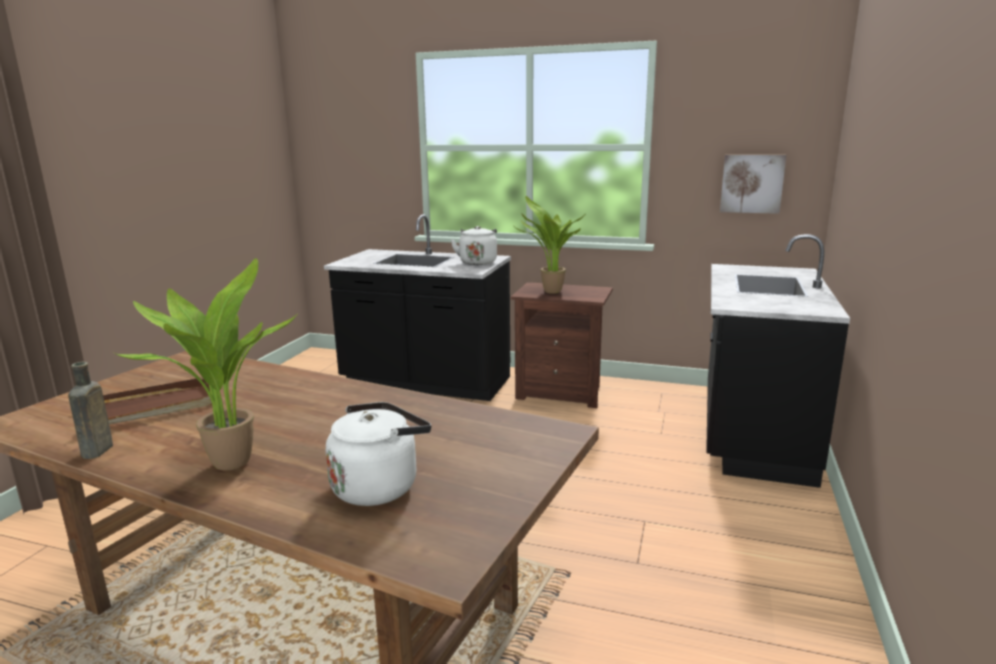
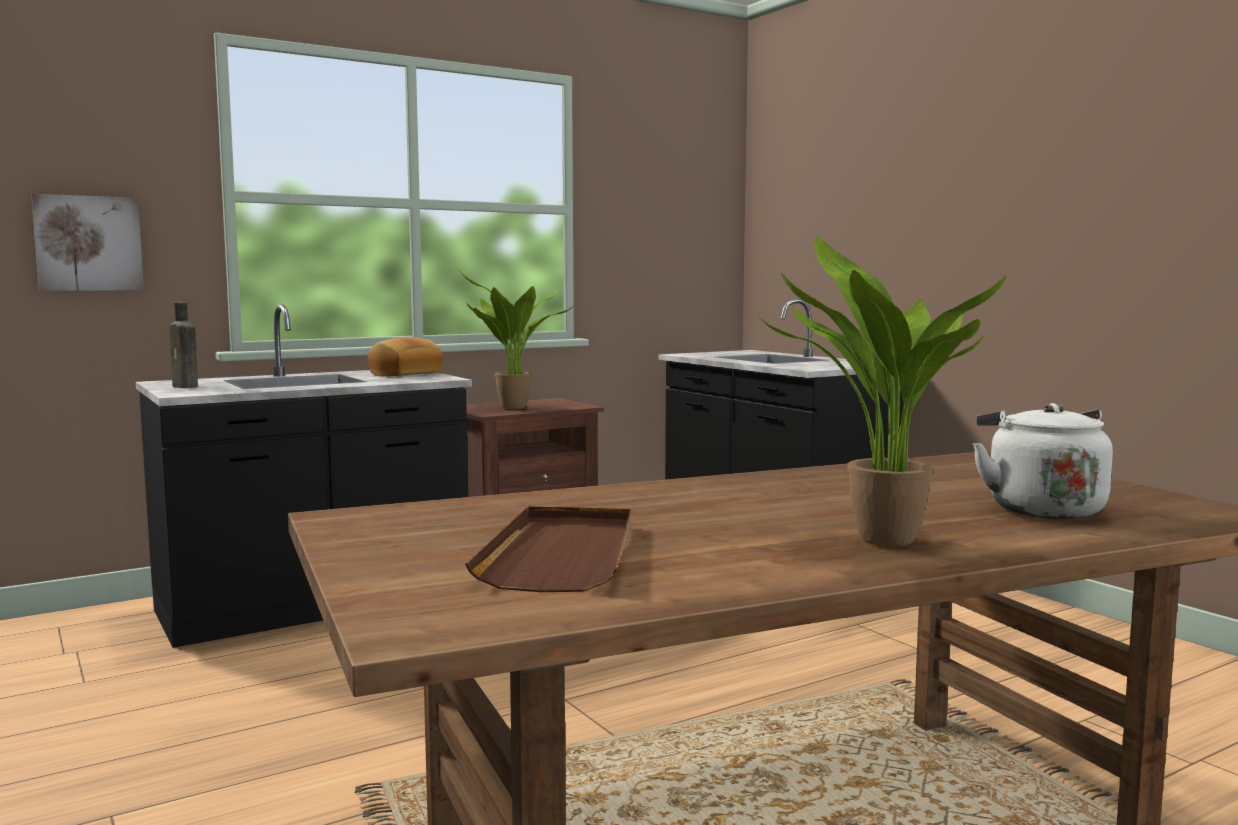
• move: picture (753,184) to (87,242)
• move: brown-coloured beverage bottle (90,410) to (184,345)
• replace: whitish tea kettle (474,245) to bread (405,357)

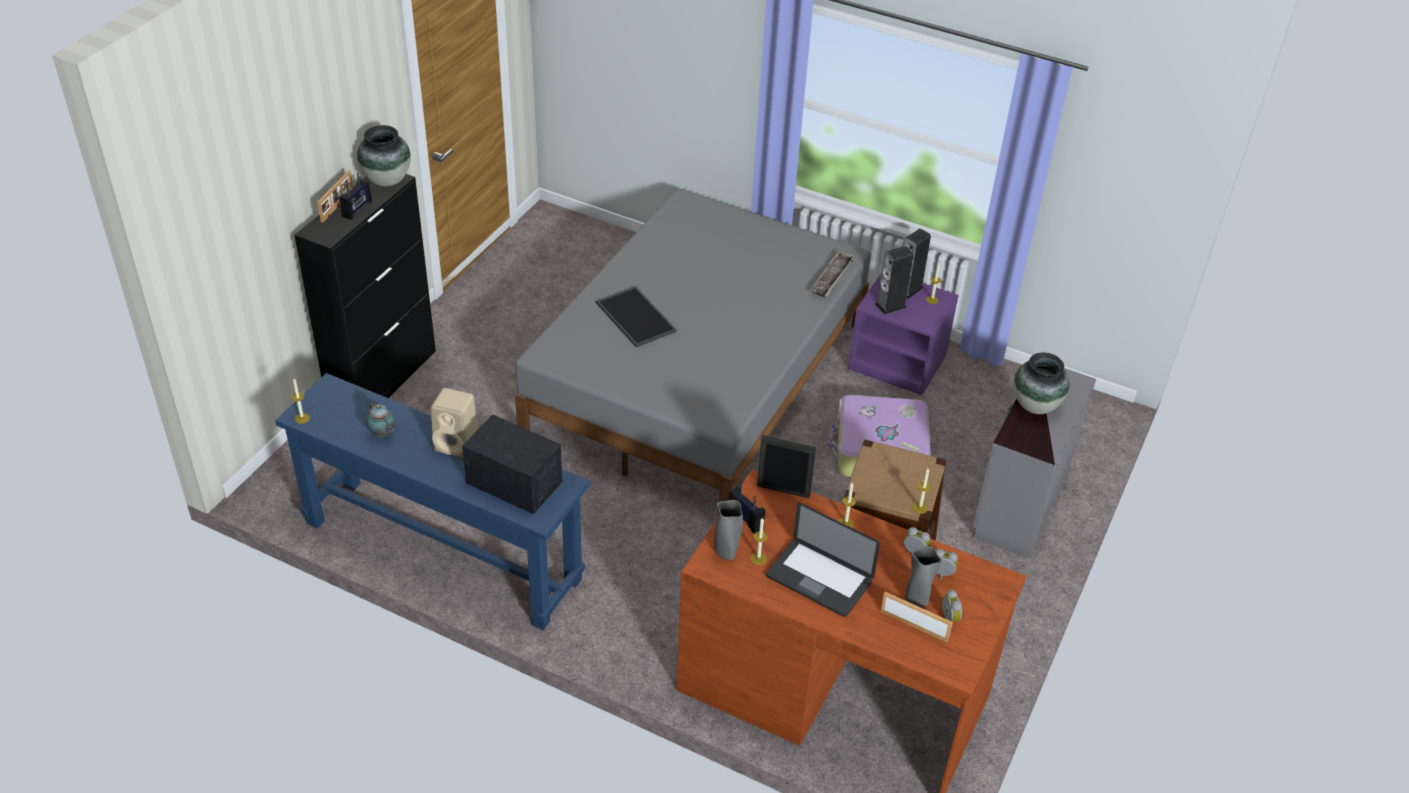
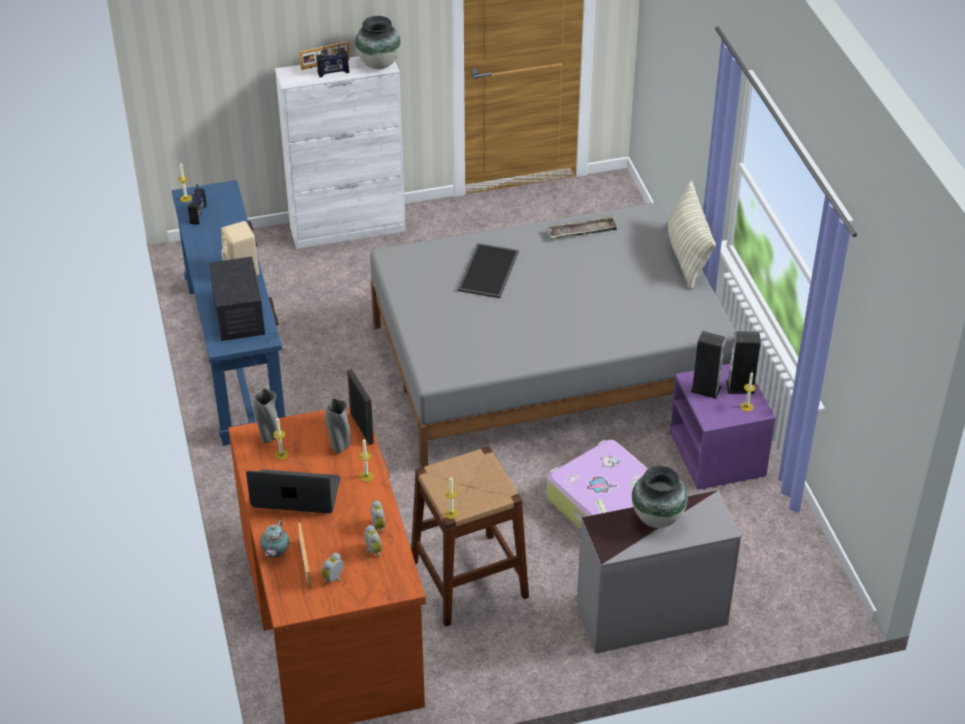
• move: radio (747,509) to (197,204)
• rotate: laptop (823,560) = (293,491) 105 degrees clockwise
• move: pot for tea (380,419) to (274,538)
• recolor: black storage cabinet (365,286) to whitish storage cabinet (340,152)
• move: greyish vase (923,576) to (338,425)
• move: carrying tray (833,273) to (582,227)
• insert: throw pillow (691,235)

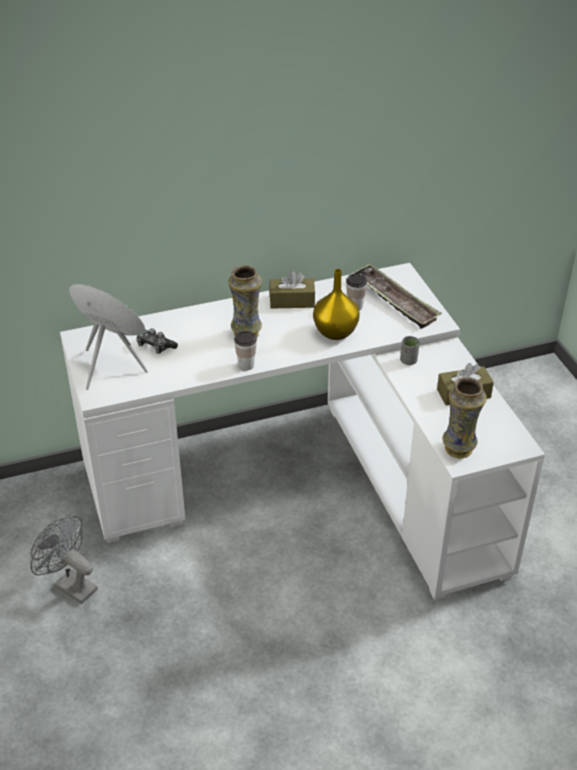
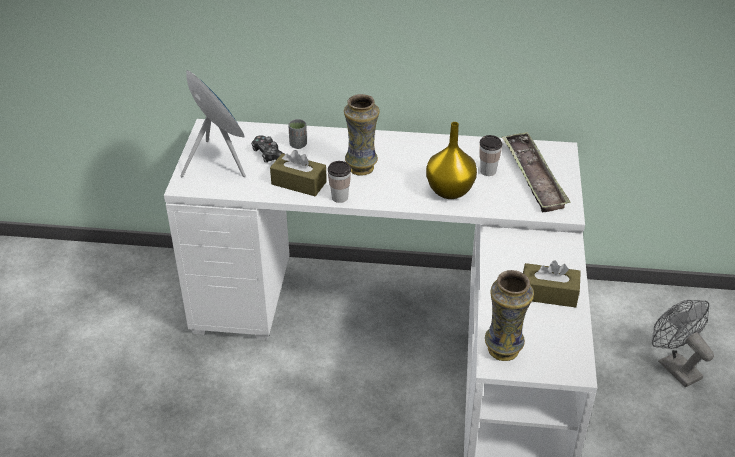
• move: brown-coloured tissue holder (292,289) to (298,173)
• move: greyish drinking cup (410,350) to (297,134)
• move: greyish fan (64,560) to (683,343)

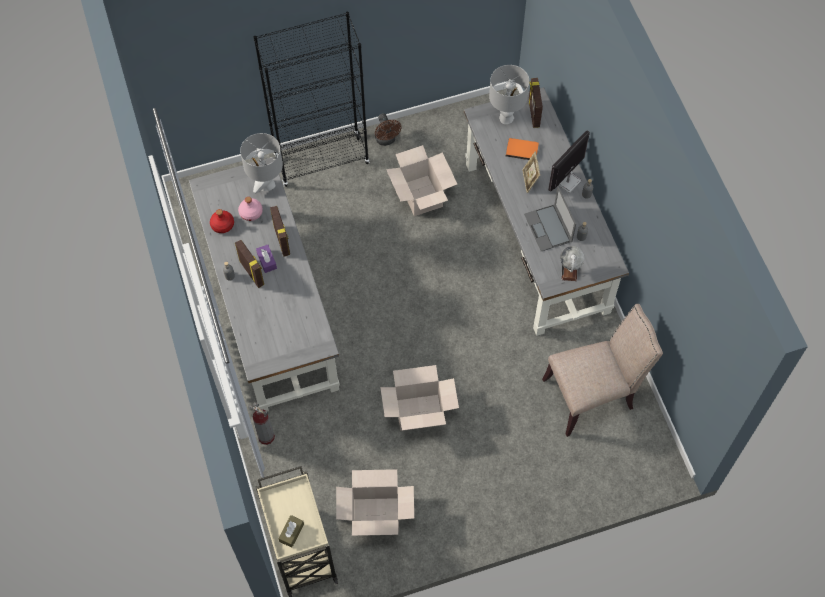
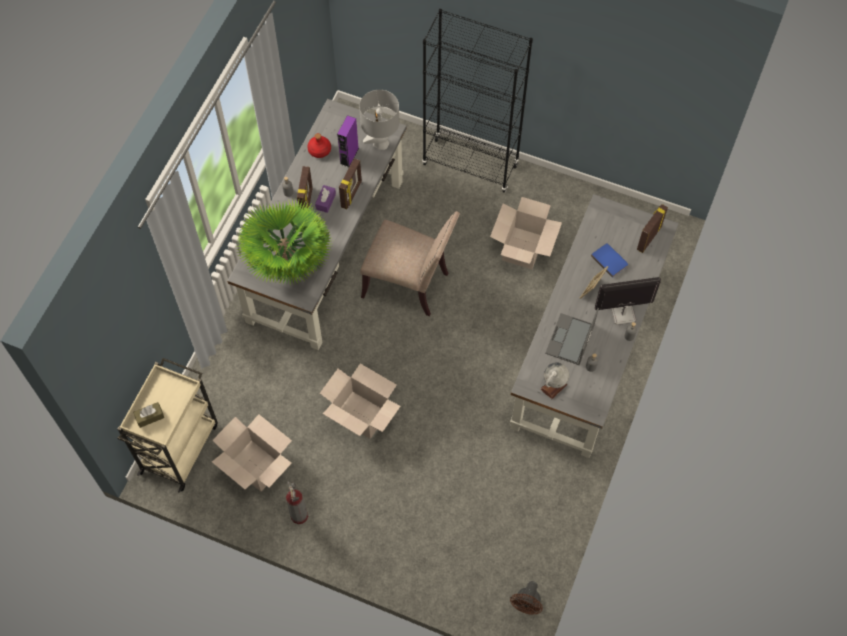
• insert: plant in a pot (283,242)
• move: fire extinguisher (262,423) to (297,502)
• replace: pink-coloured beverage bottle (250,209) to purplish loudspeaker (348,141)
• move: beige-coloured upright chair (602,370) to (410,263)
• move: brown-coloured fan (388,129) to (526,597)
• recolor: orangey bound book (522,149) to blue-coloured bound book (609,260)
• delete: greyish lamp for a table (509,94)

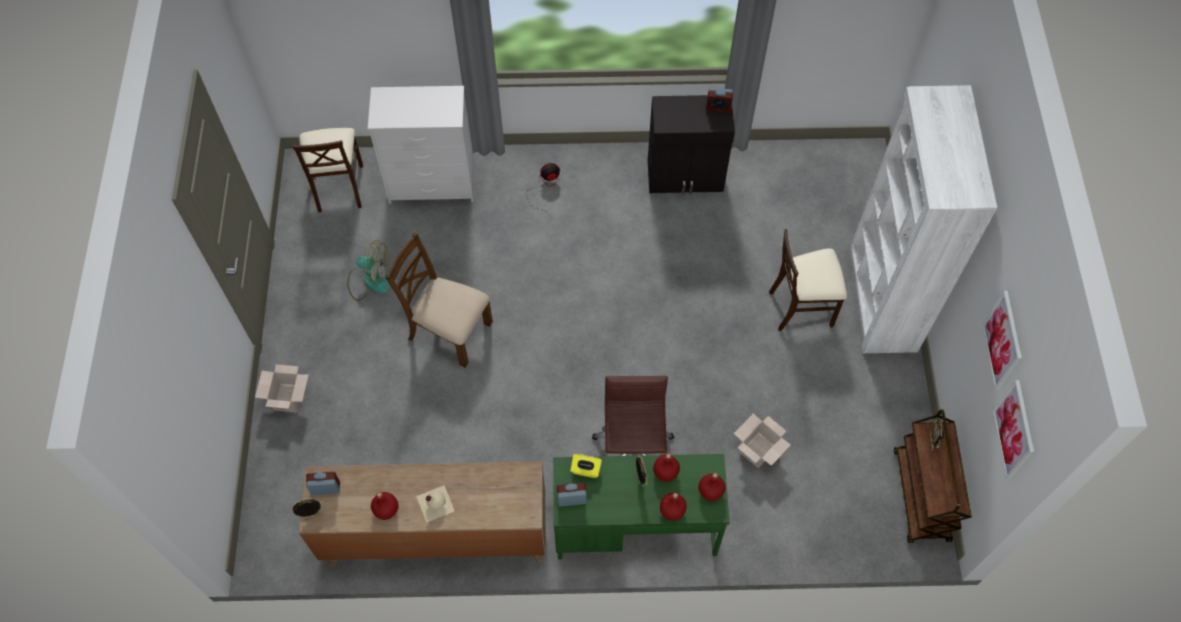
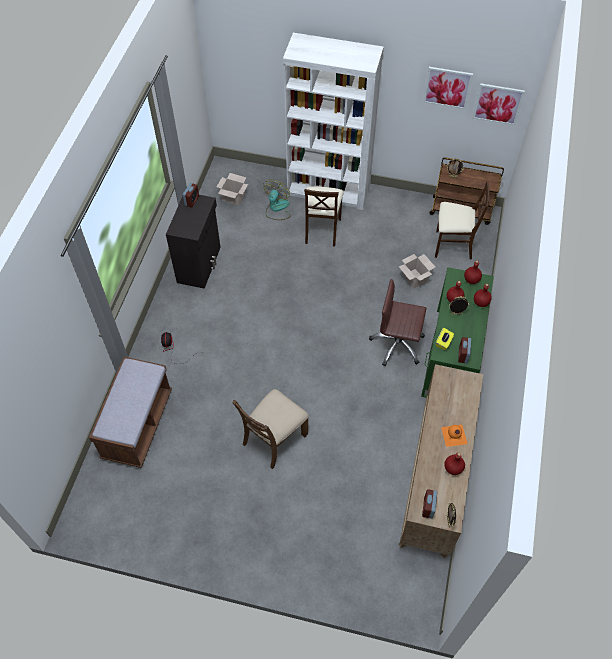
• replace: whitish chest of drawers (421,145) to brown-coloured bench (130,412)
• move: carton (282,388) to (232,189)
• move: fan (369,270) to (277,199)
• move: beige-coloured upright chair (328,170) to (462,220)
• recolor: beige-coloured beverage bottle (435,504) to orangey beverage bottle (454,436)

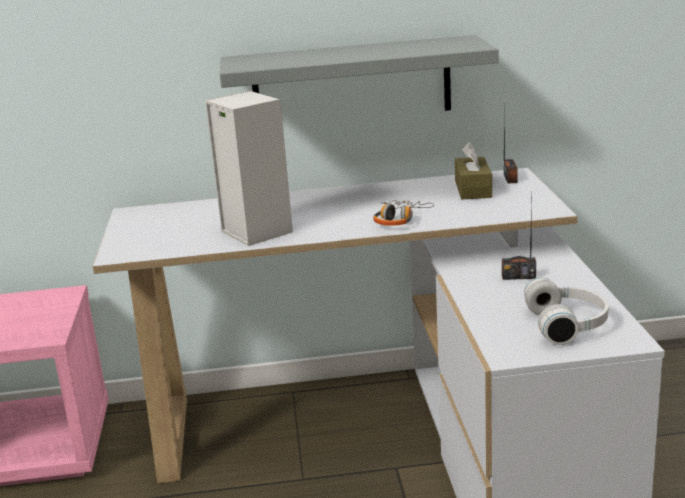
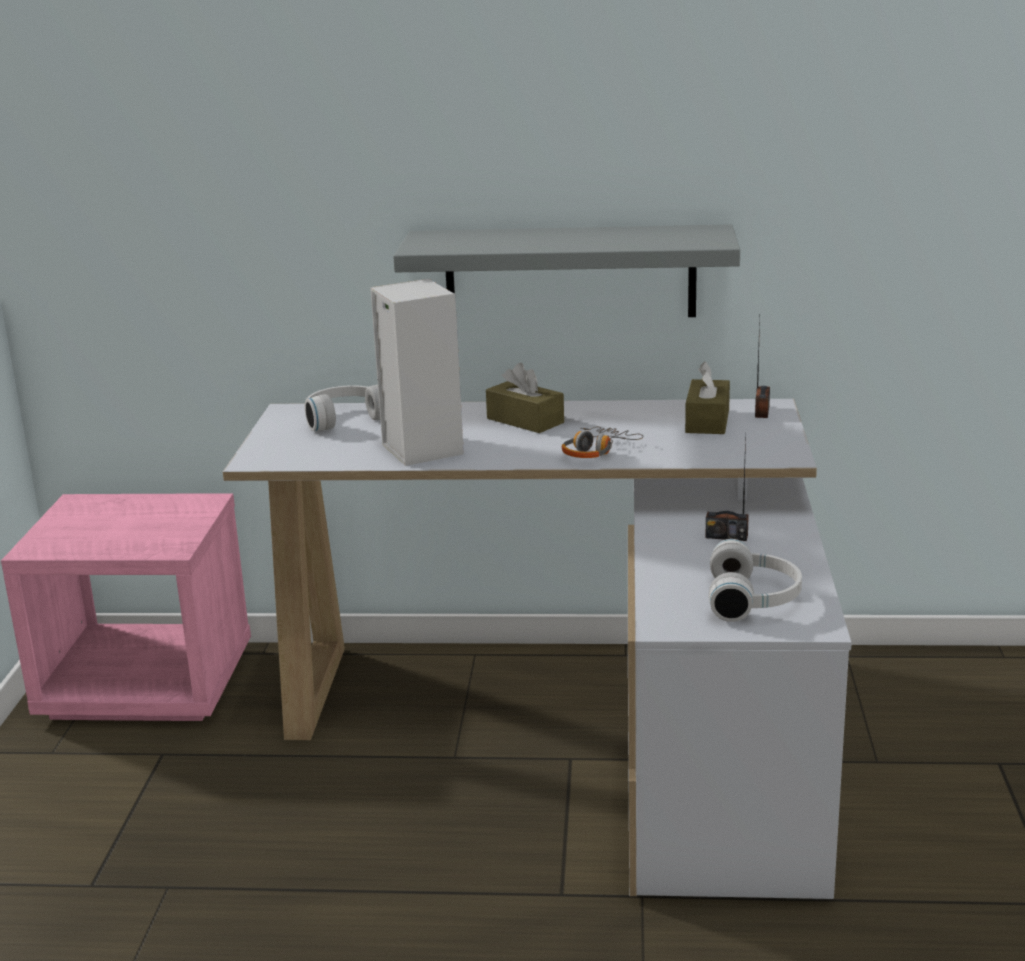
• insert: whitish headset (342,408)
• insert: brown-coloured tissue holder (525,398)

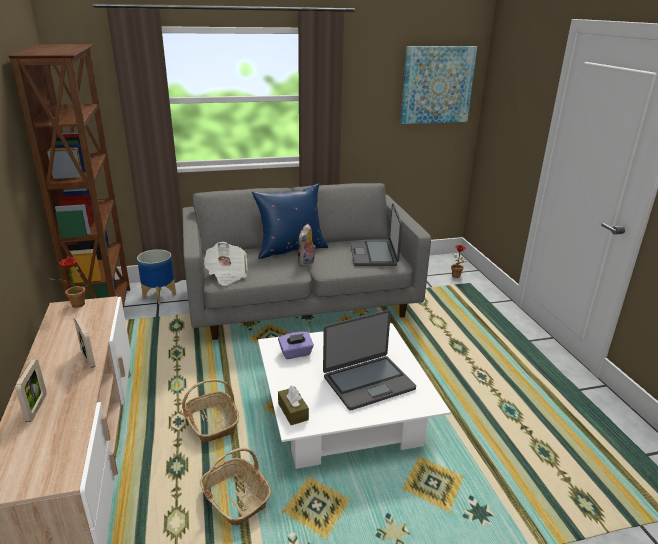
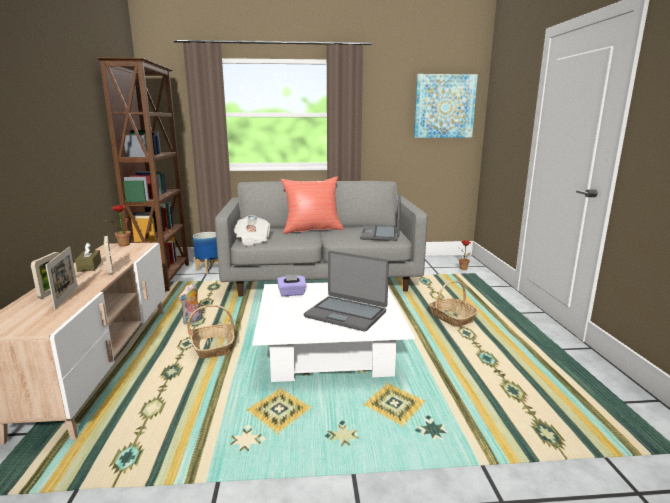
• insert: picture frame (61,278)
• move: brown-coloured tissue holder (293,405) to (88,257)
• move: cuddly toy (306,245) to (190,303)
• recolor: blue-coloured throw pillow (290,221) to reddish throw pillow (312,205)
• rotate: laptop (369,360) = (346,291) 45 degrees clockwise
• move: basket (236,487) to (453,304)

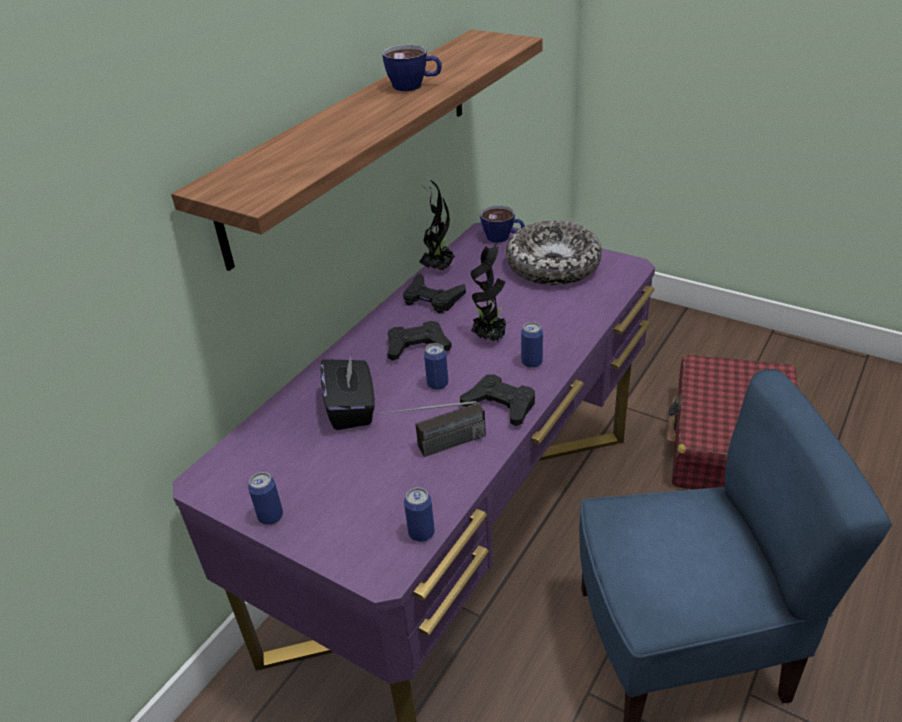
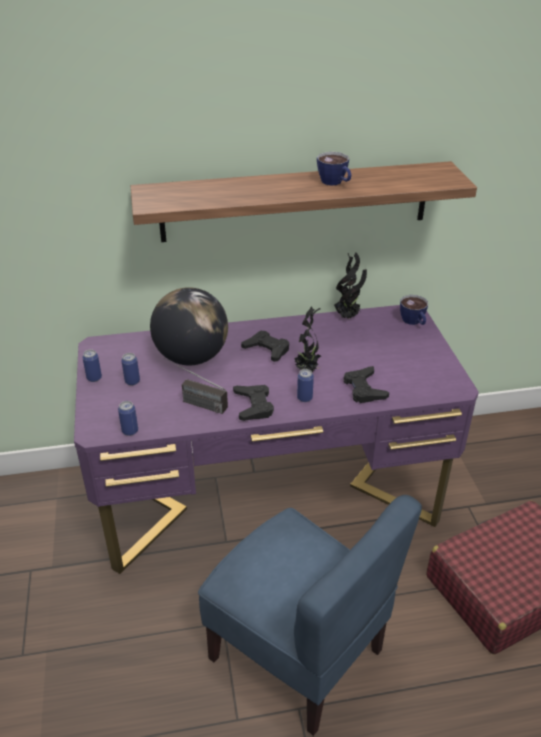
• move: sealed can (436,366) to (130,369)
• replace: black tissue holder (347,393) to desk globe (189,326)
• move: black gamepad (434,293) to (366,384)
• delete: bowl (554,253)

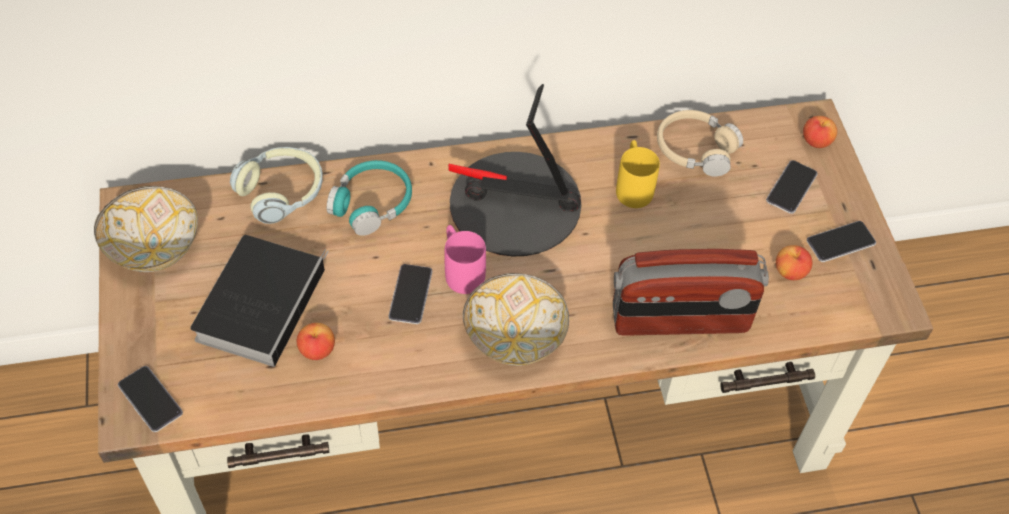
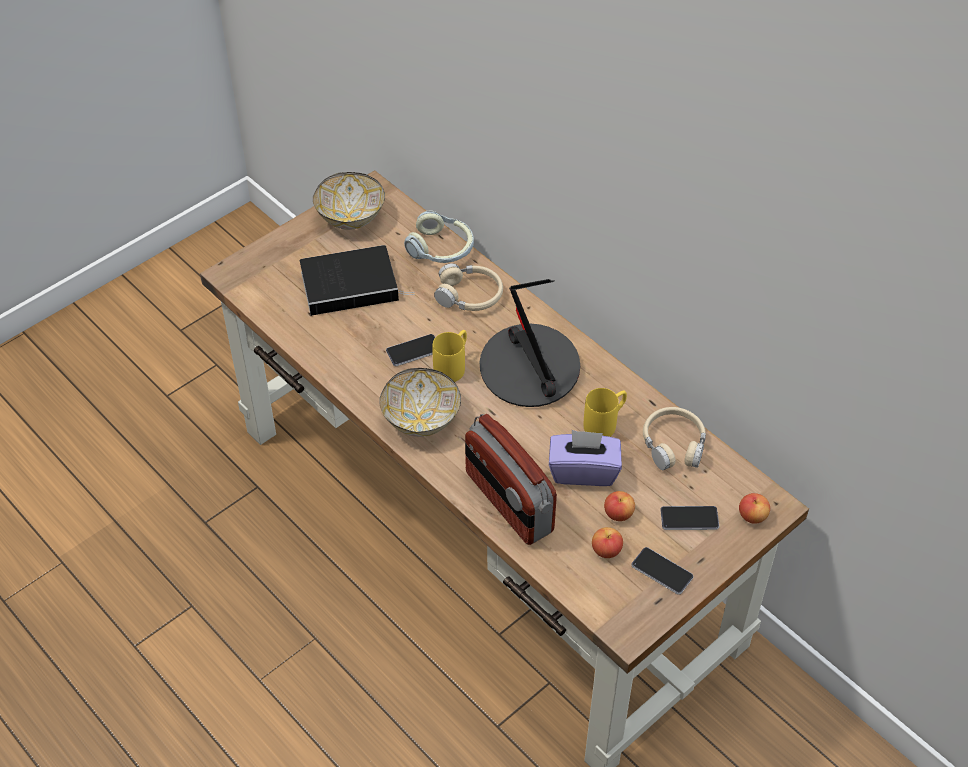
• recolor: pink-coloured coffee mug (465,259) to yellowish coffee mug (449,356)
• recolor: turquoise headset (369,198) to beige-coloured headset (468,287)
• insert: purplish tissue holder (585,458)
• move: whole apple (316,341) to (619,506)
• delete: phone (150,399)

